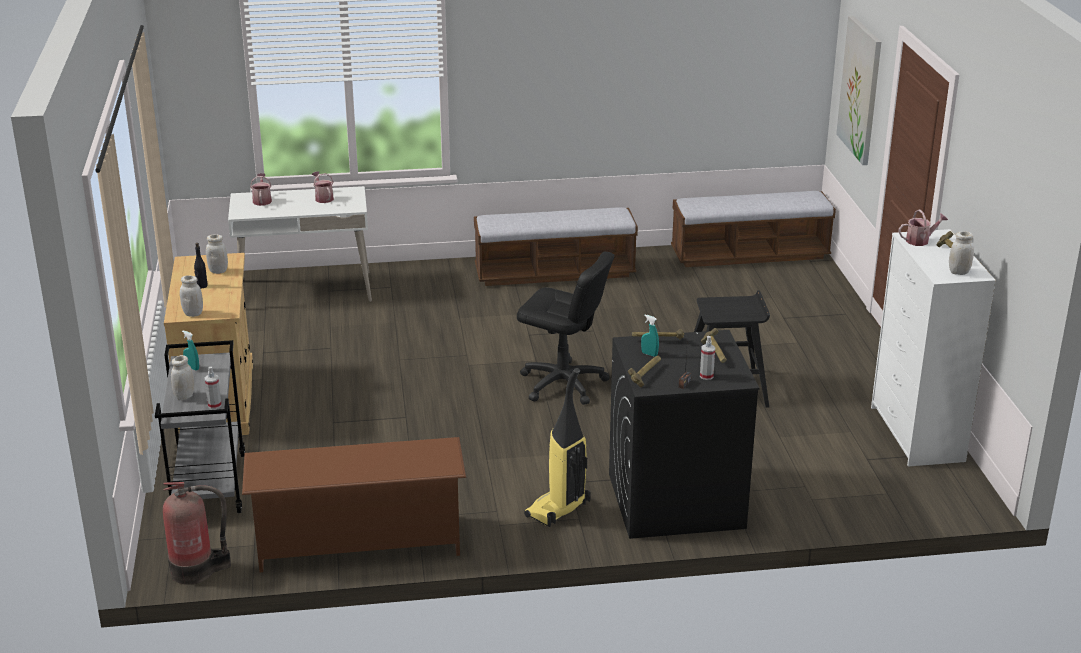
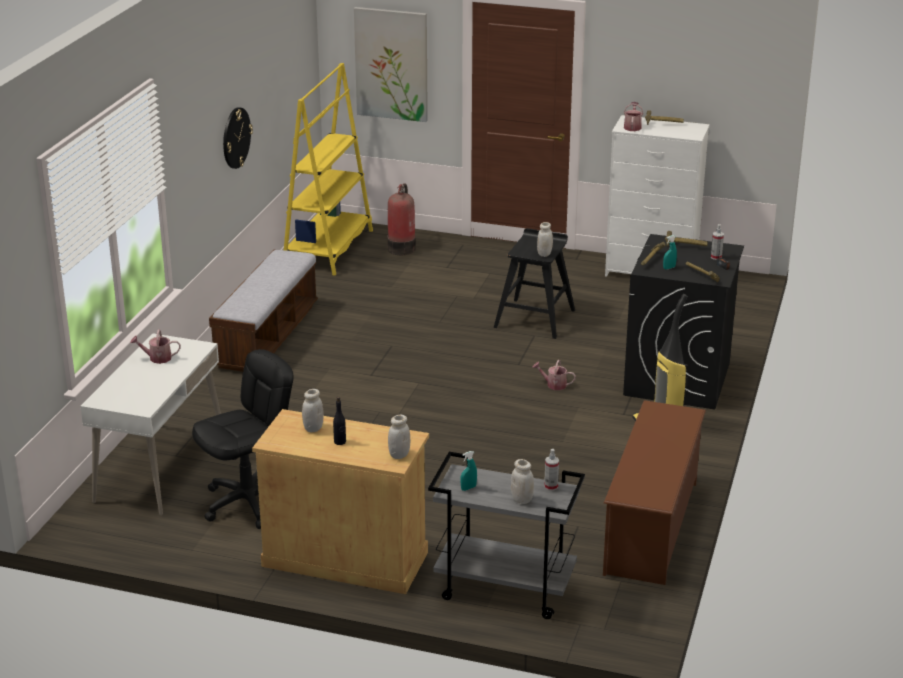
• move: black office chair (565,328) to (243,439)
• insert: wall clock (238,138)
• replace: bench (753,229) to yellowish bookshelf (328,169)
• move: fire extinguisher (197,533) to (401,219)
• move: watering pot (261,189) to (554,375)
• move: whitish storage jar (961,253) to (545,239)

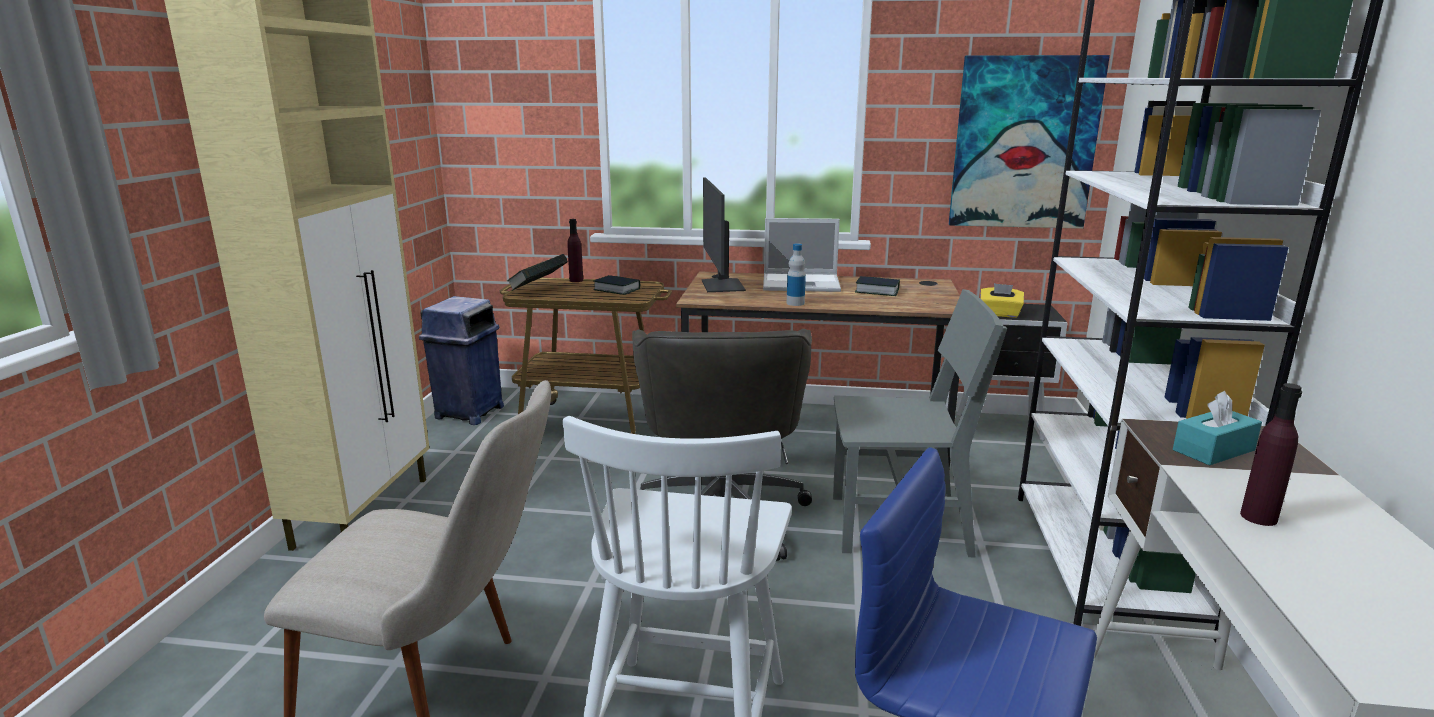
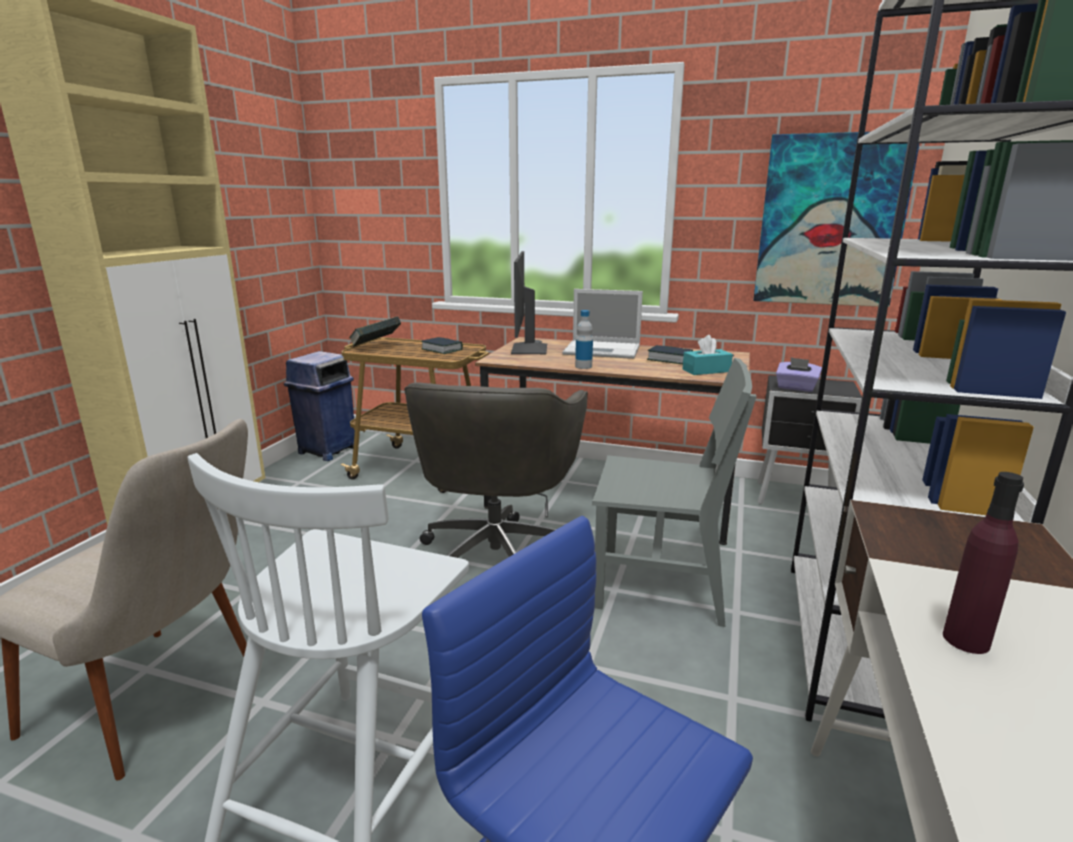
• move: turquoise tissue holder (1217,428) to (708,355)
• recolor: yellowish tissue holder (1002,300) to purplish tissue holder (799,374)
• delete: purplish beverage bottle (575,250)

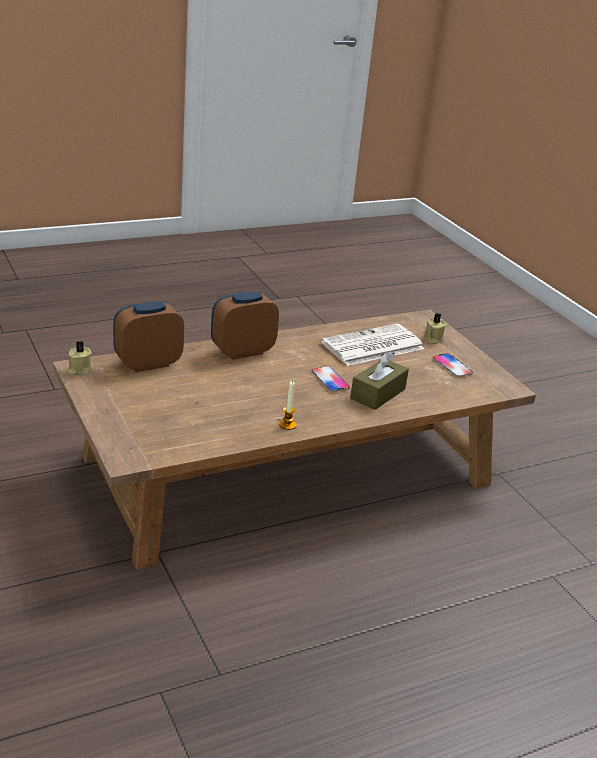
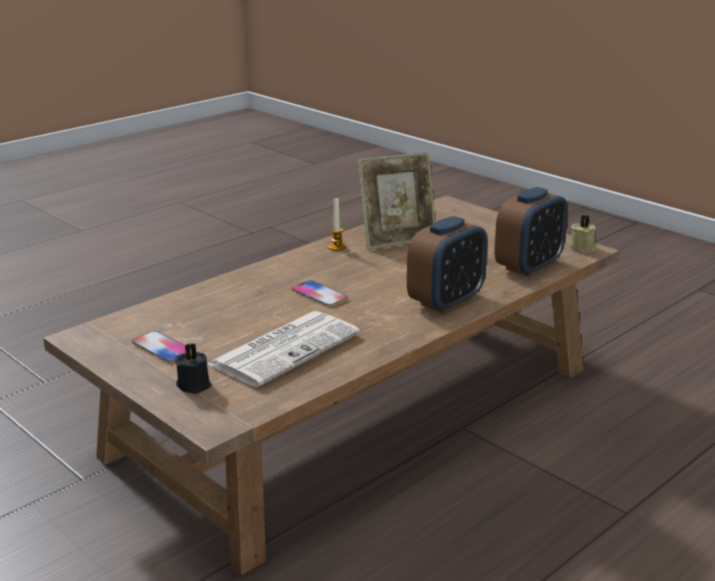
• recolor: beige-coloured candle (434,328) to black candle (193,368)
• insert: picture frame (396,201)
• delete: brown-coloured tissue holder (379,381)

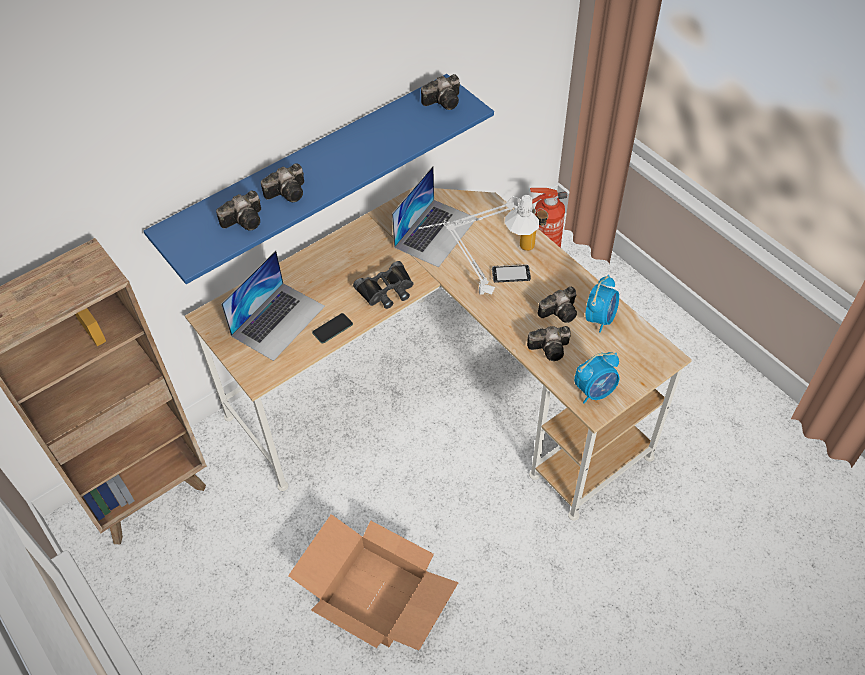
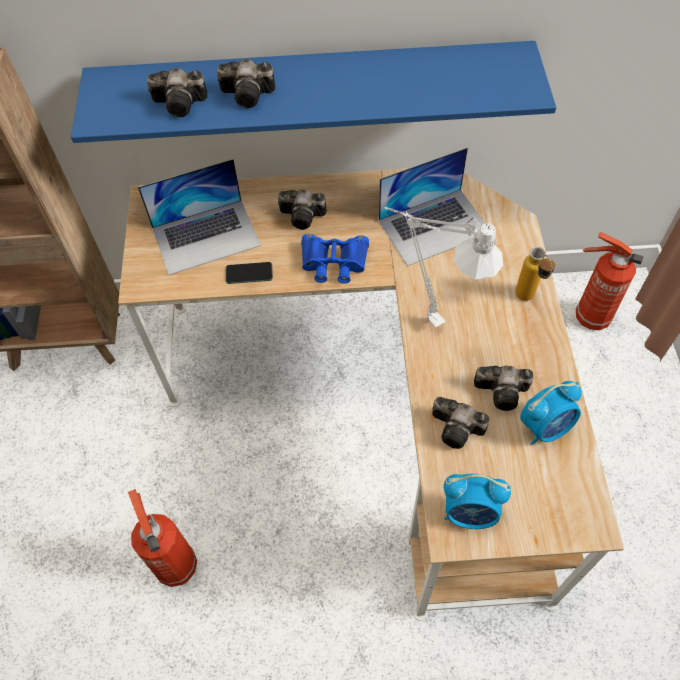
• replace: carton (373,582) to fire extinguisher (162,538)
• move: still camera (440,92) to (302,209)
• recolor: black binoculars (383,285) to blue-coloured binoculars (335,259)
• delete: phone (511,273)

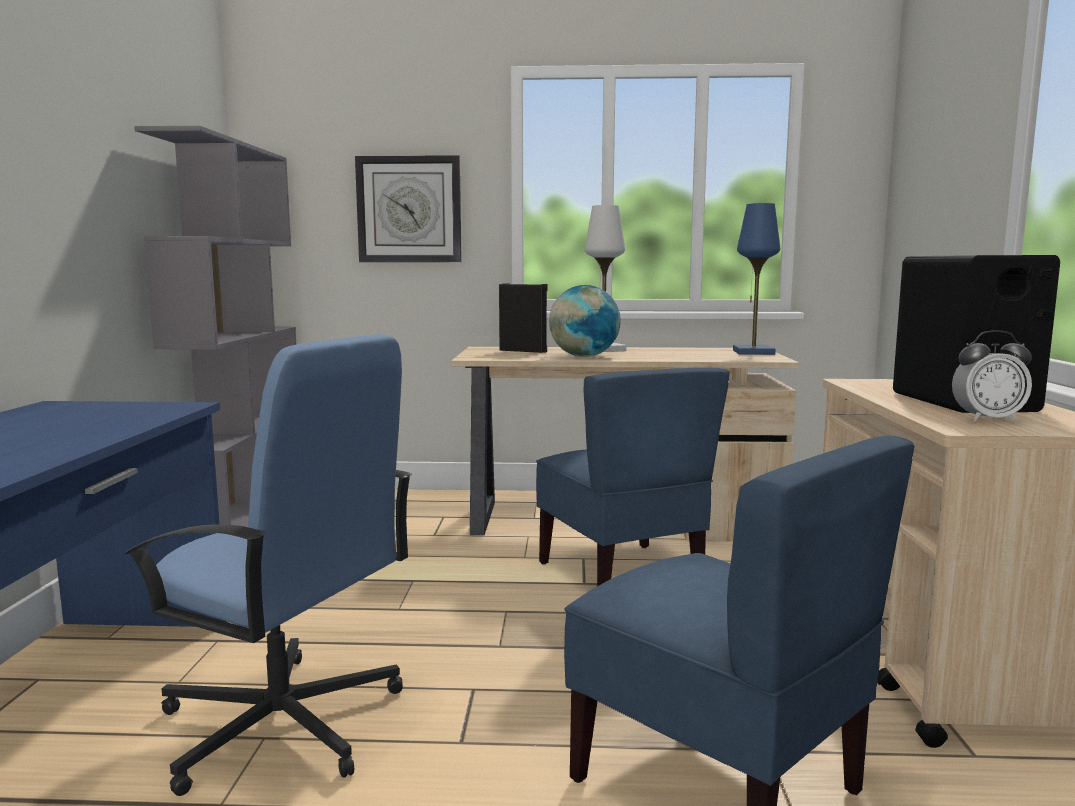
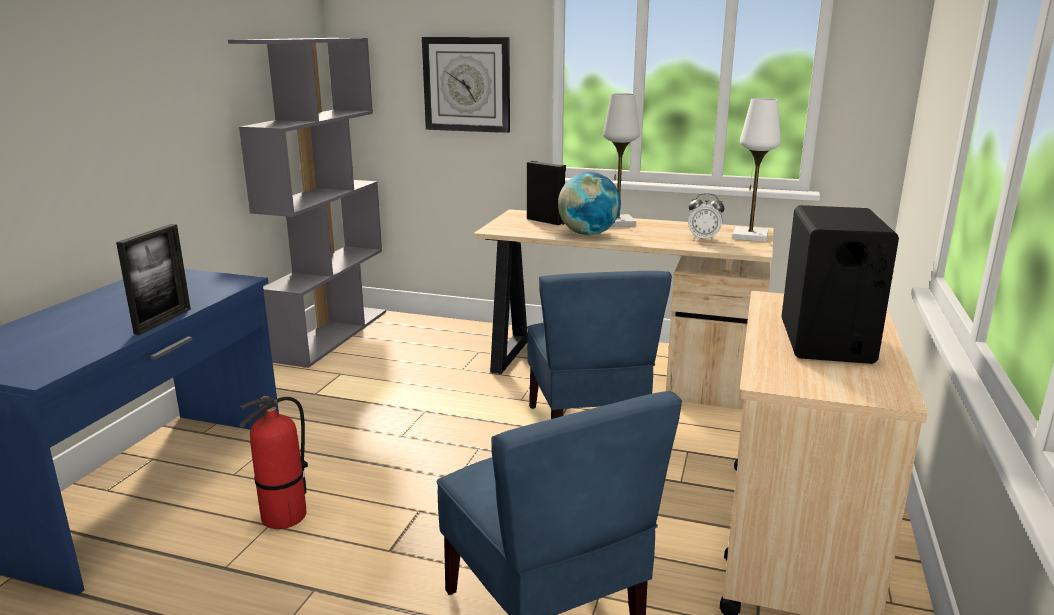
• insert: picture frame (153,279)
• replace: blue-coloured office chair (268,565) to fire extinguisher (274,462)
• move: alarm clock (992,376) to (706,217)
• recolor: blue-coloured lamp for a table (756,279) to whitish lamp for a table (756,170)

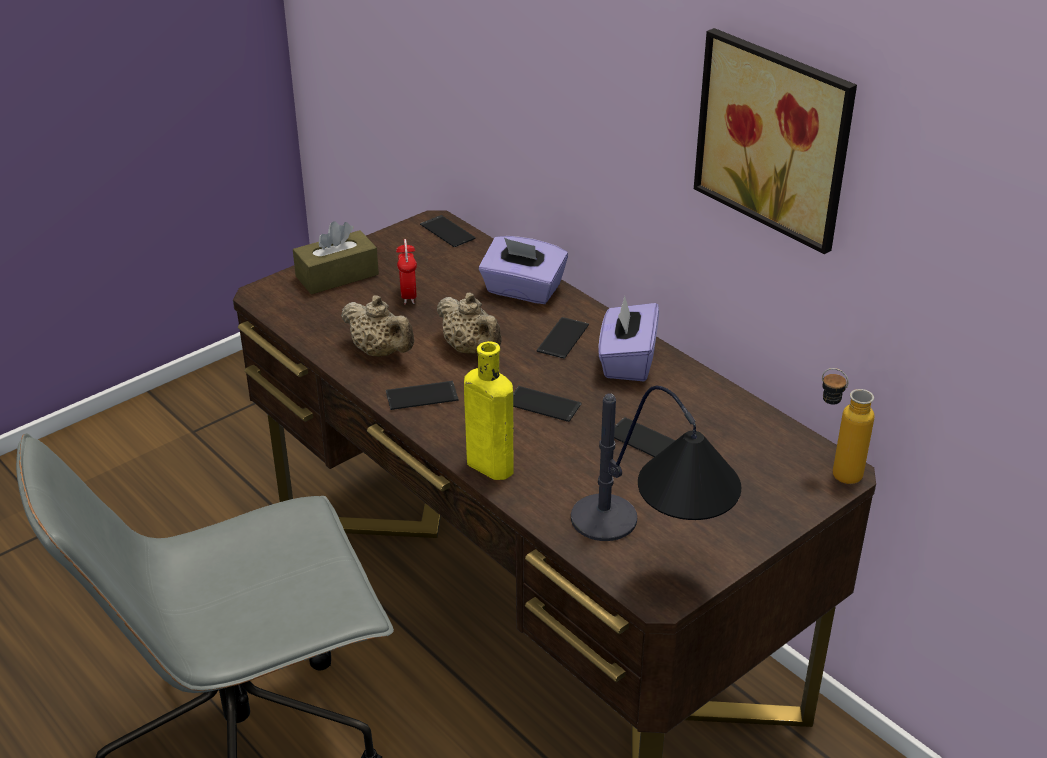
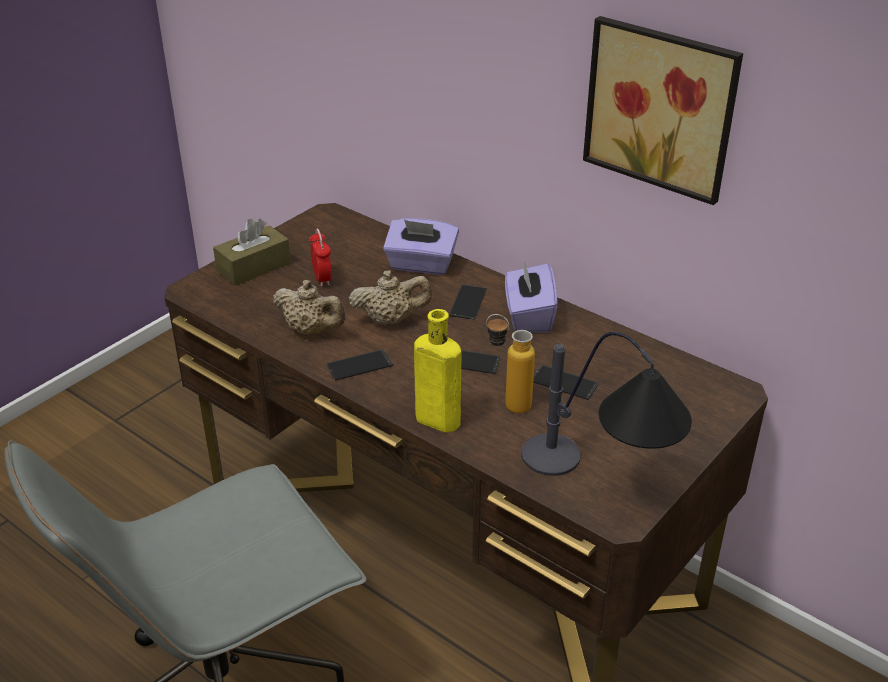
• rotate: beige-coloured pot for tea (469,323) = (390,297) 45 degrees counterclockwise
• move: beverage bottle (848,426) to (510,363)
• delete: phone (448,231)

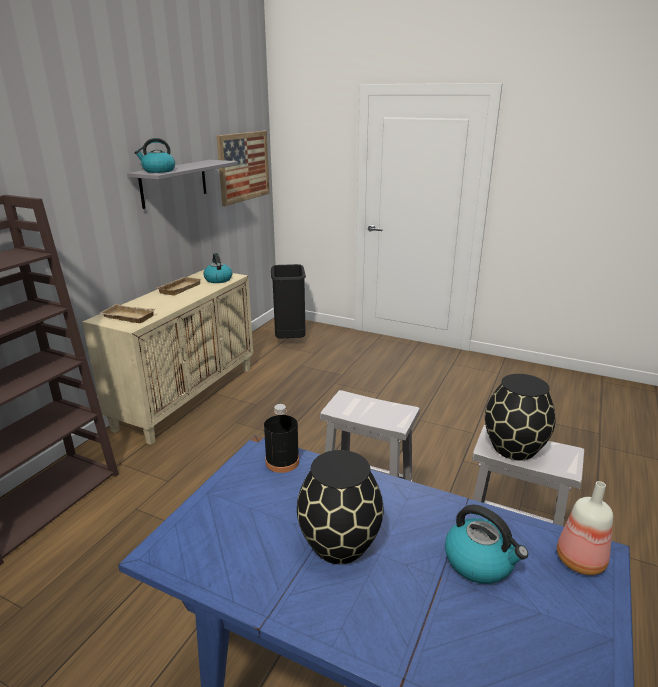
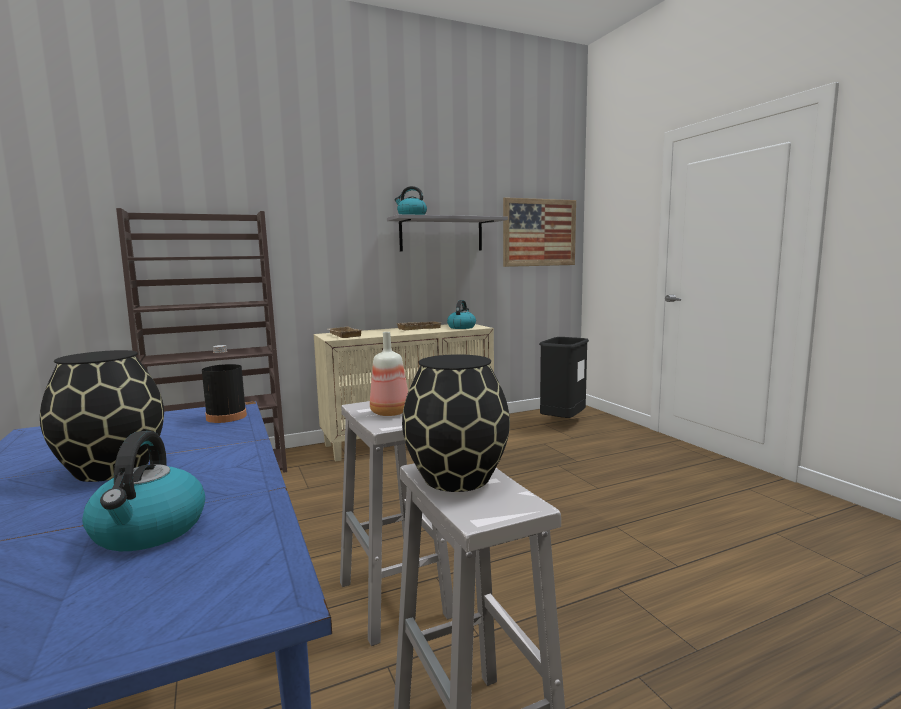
• move: beverage bottle (585,528) to (389,374)

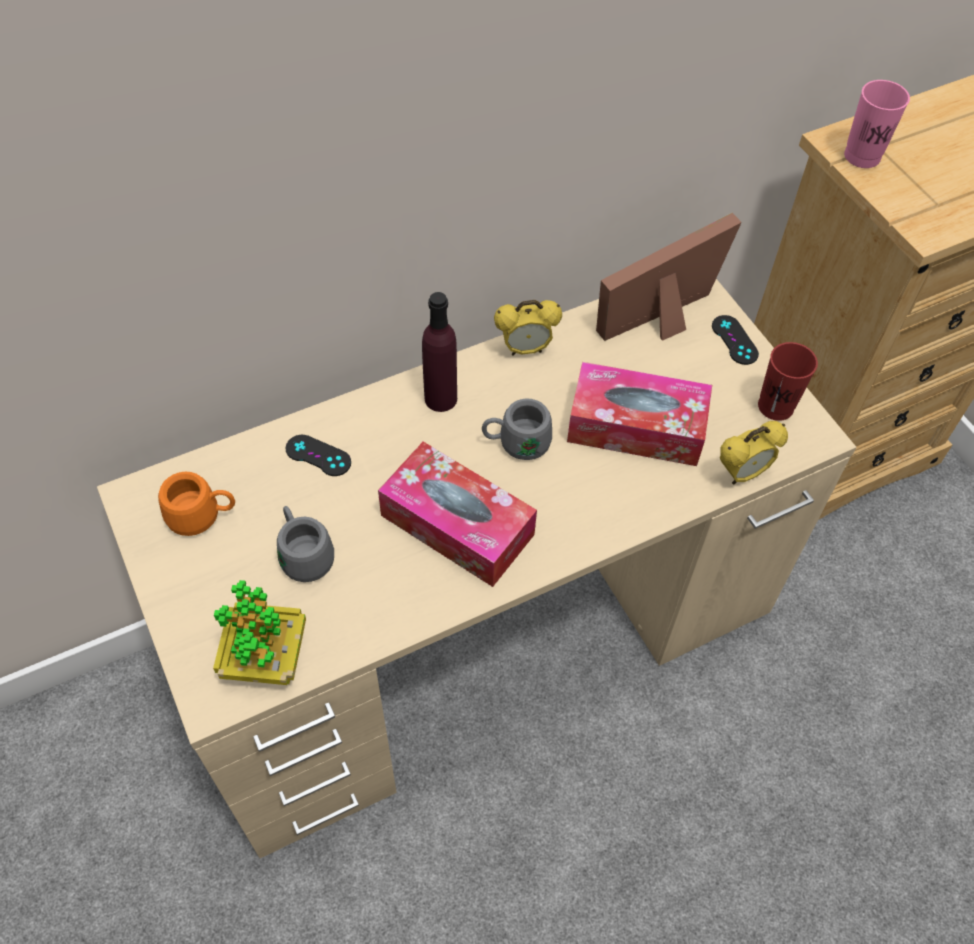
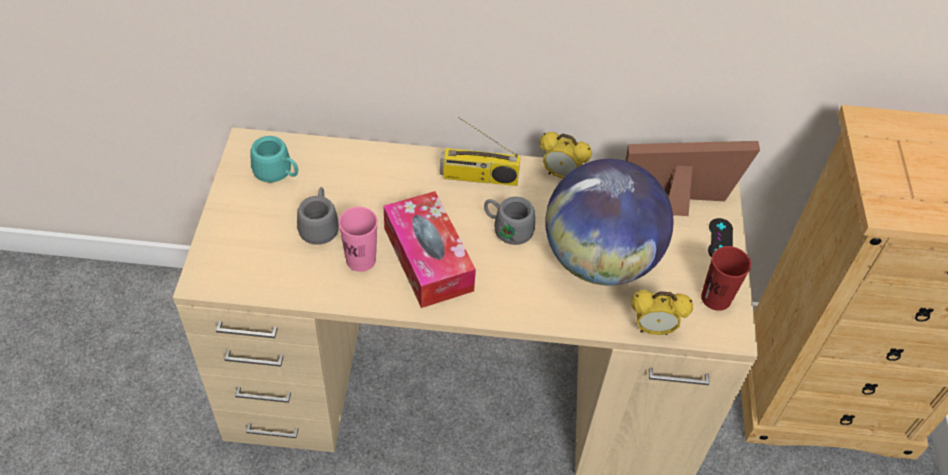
• recolor: orangey coffee mug (196,504) to turquoise coffee mug (274,159)
• move: pink-coloured drinking cup (877,124) to (358,239)
• replace: purplish beverage bottle (439,352) to radio (480,151)
• replace: tissue holder (639,414) to desk globe (609,222)
• delete: plant in a pot (259,632)
• delete: black gamepad (318,455)

